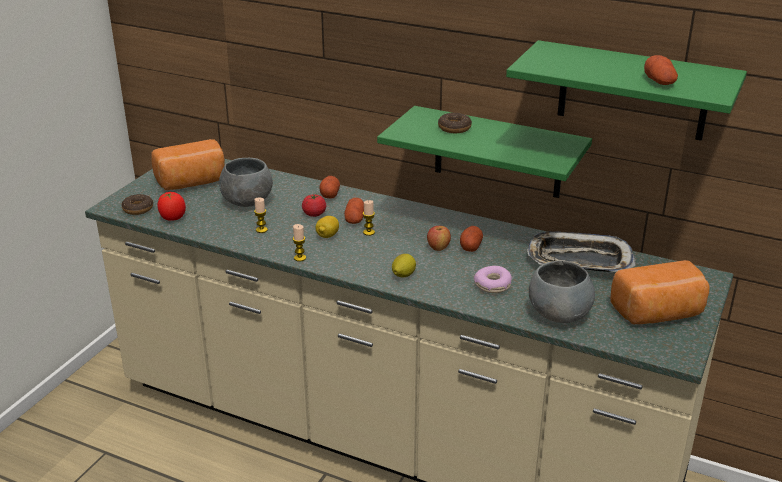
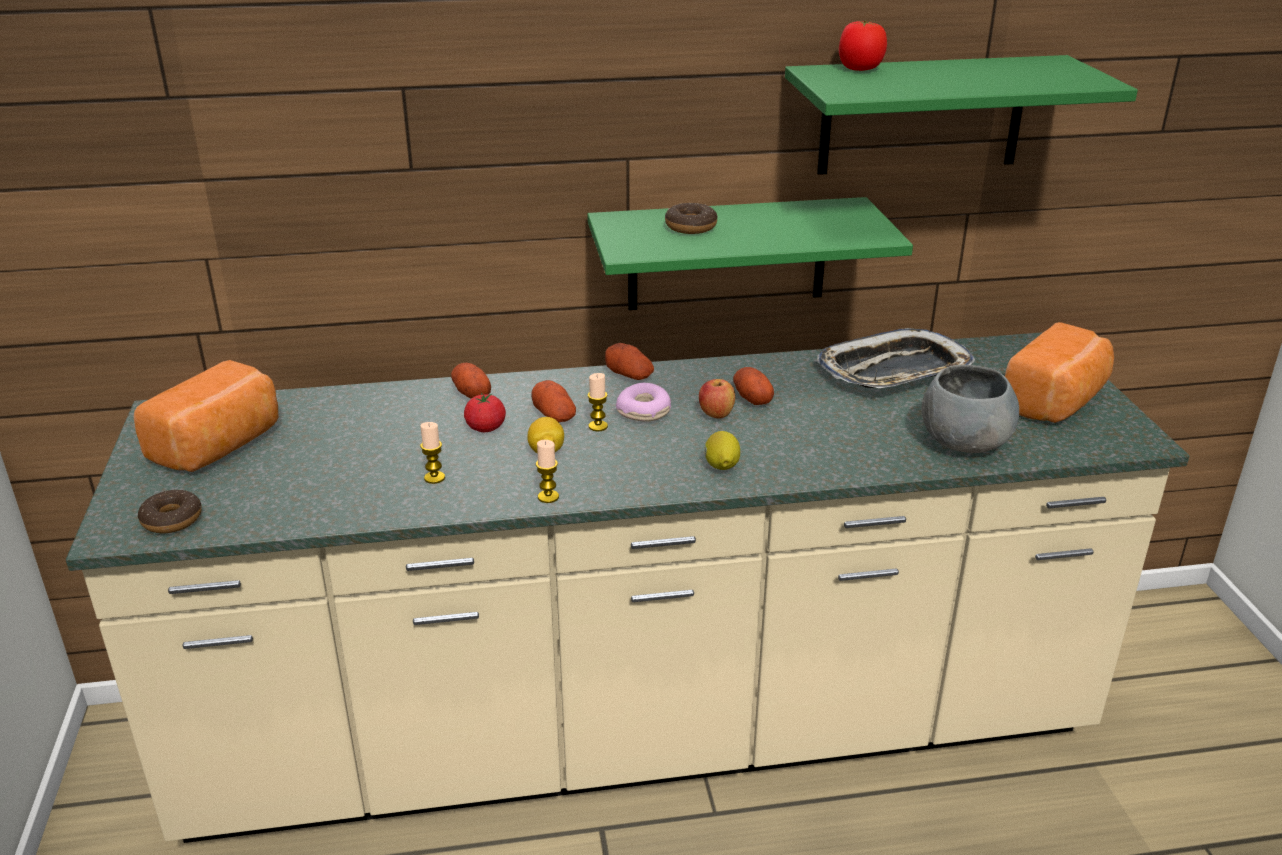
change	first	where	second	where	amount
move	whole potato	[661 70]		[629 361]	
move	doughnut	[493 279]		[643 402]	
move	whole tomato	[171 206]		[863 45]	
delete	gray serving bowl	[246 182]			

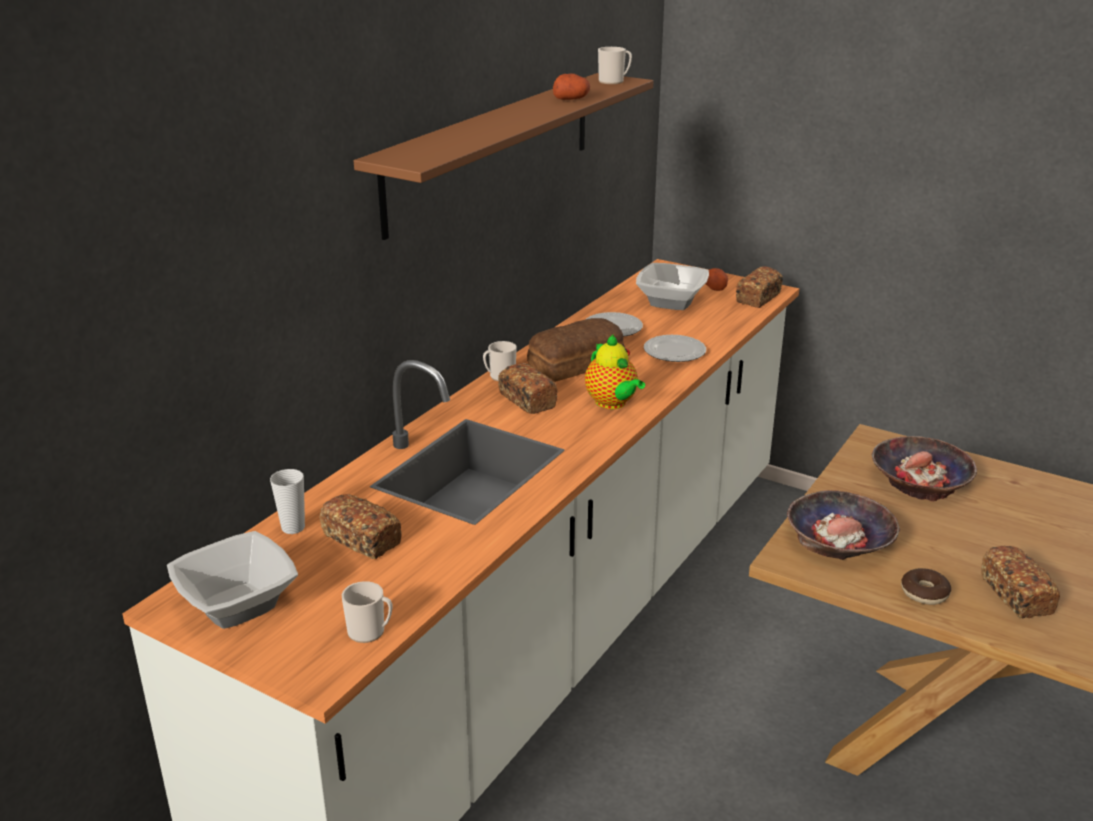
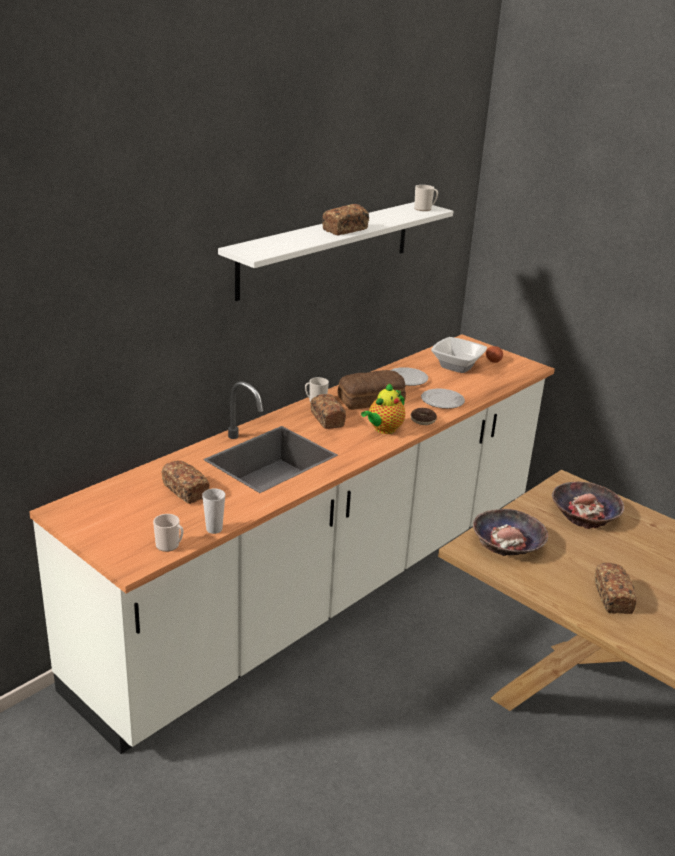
change	first	where	second	where	amount
move	small cup	[287 501]		[213 511]	
recolor	brownish wall shelf	[503 156]	whitish wall shelf	[335 251]	
move	baked bread	[759 287]		[345 220]	
rotate	tea pot	[615 371]		[383 408]	60 degrees clockwise
move	doughnut	[926 586]		[423 416]	
delete	serving bowl	[232 580]			
delete	whole potato	[571 87]			

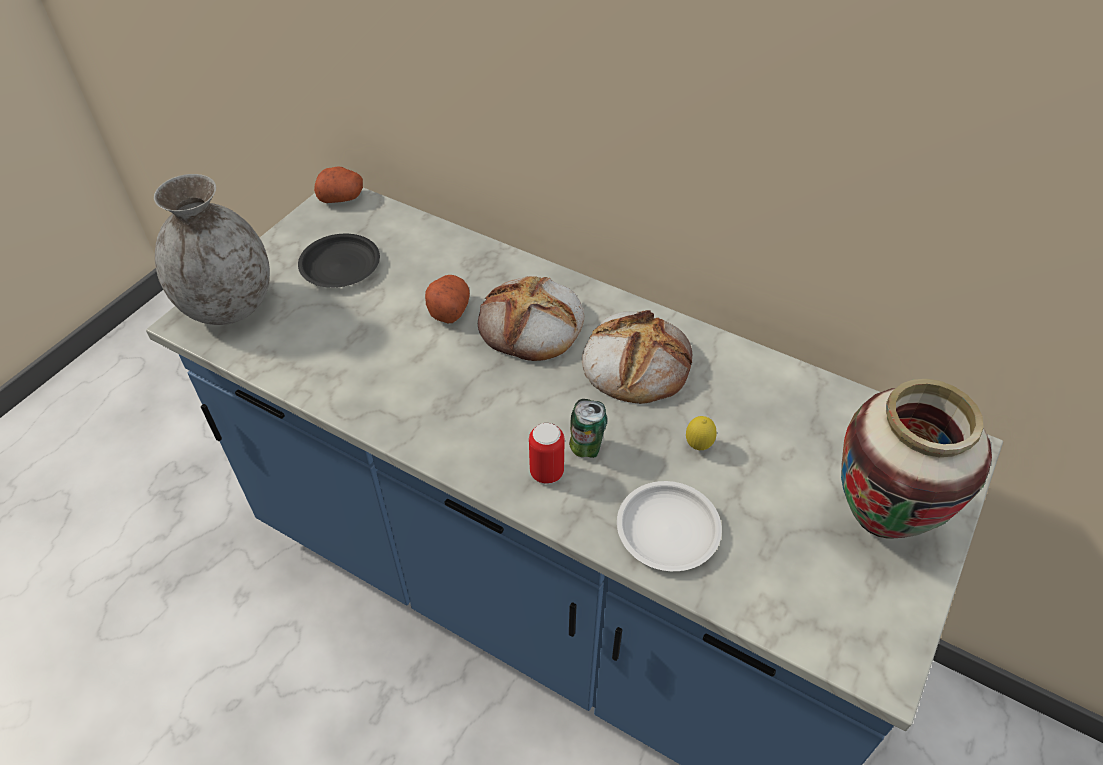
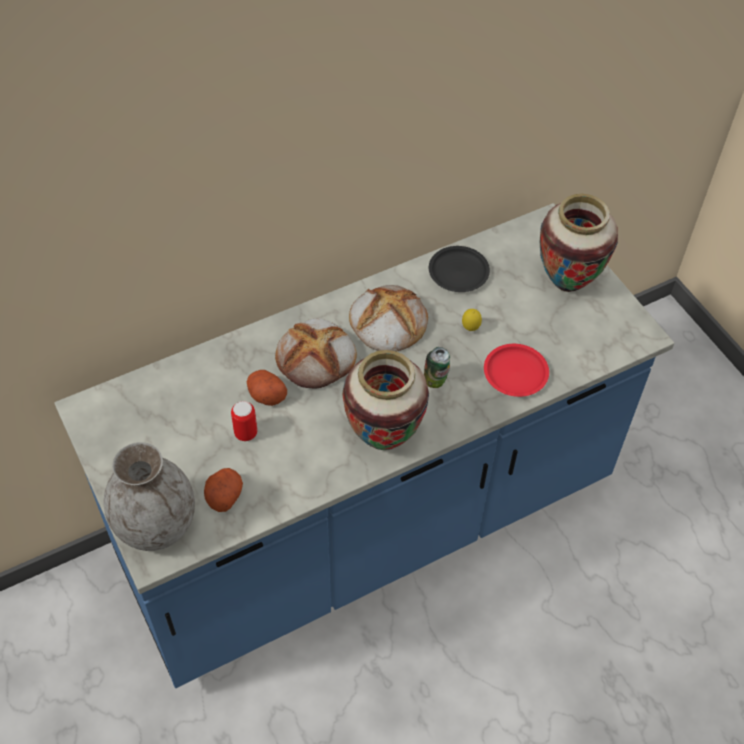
change	first	where	second	where	amount
move	whole potato	[338 185]		[223 490]	
move	sealed can	[547 453]		[244 421]	
insert			flower vase	[385 400]	
move	black-coloured flat dish	[339 261]		[459 269]	
recolor	whitish flat dish	[669 526]	red-coloured flat dish	[516 370]	

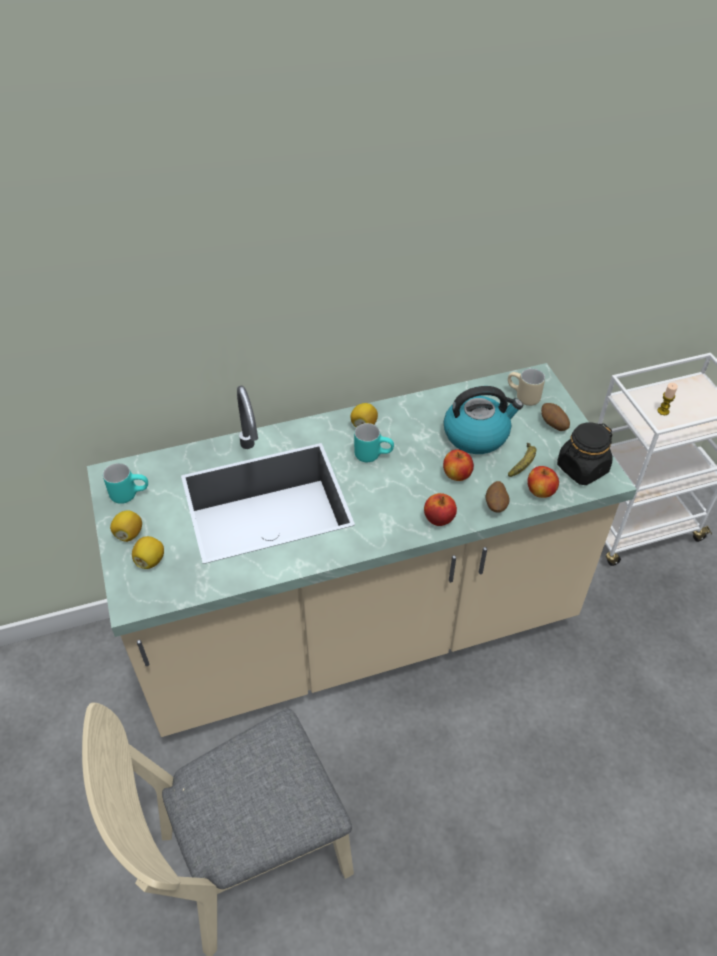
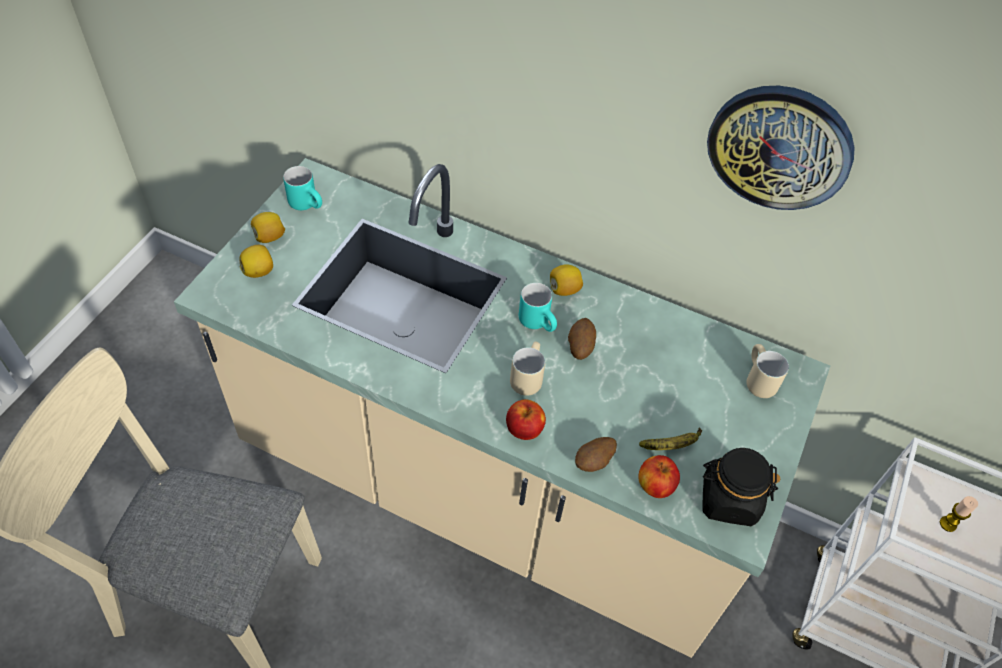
change	first	where	second	where	amount
insert			beige mug	[527 368]	
move	whole potato	[555 417]		[582 339]	
insert			wall clock	[781 148]	
delete	whole apple	[458 465]			
delete	tea kettle	[483 420]			

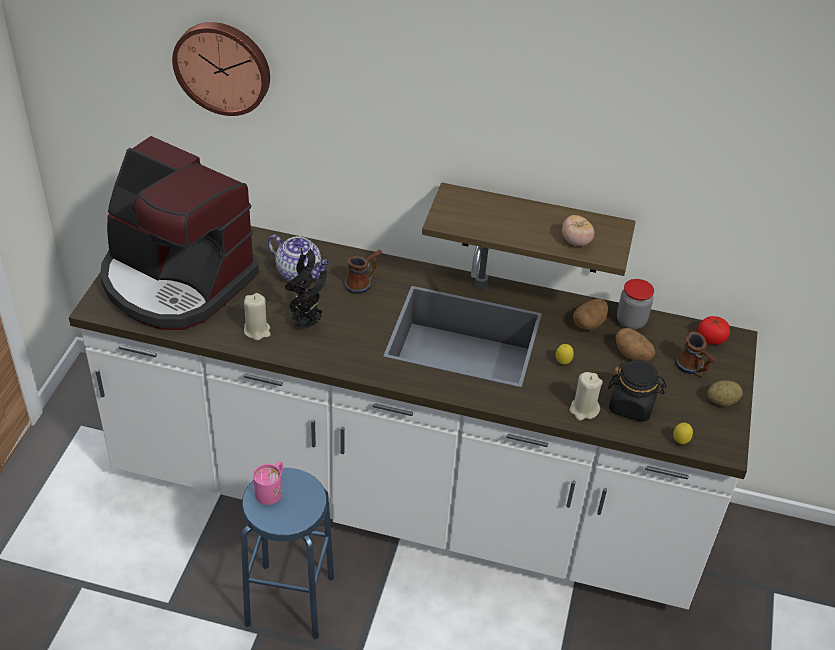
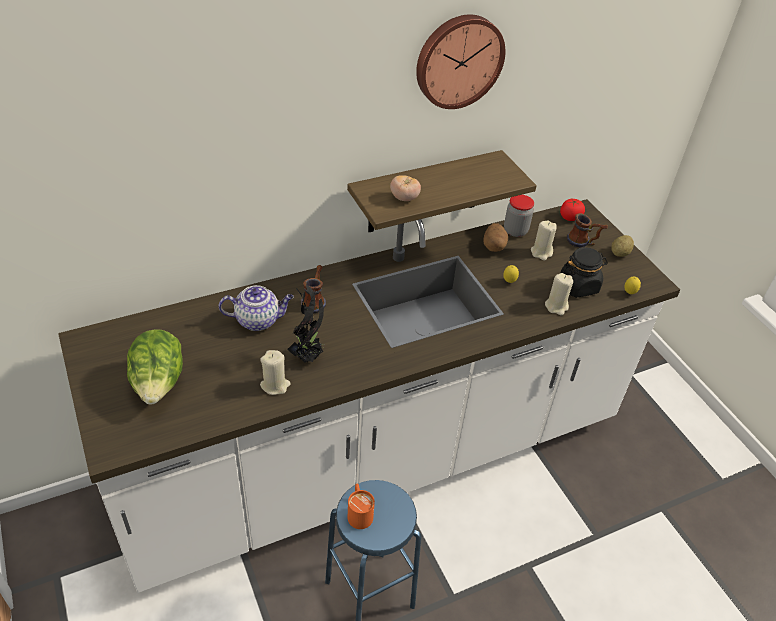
change	first	where	second	where	amount
replace	coffee brewer	[179 233]	head of lettuce	[155 367]	
recolor	pink mug	[268 483]	orange-coloured mug	[361 506]	
move	whole tomato	[578 230]		[405 188]	
move	wall clock	[221 69]		[460 61]	
replace	whole potato	[635 344]	beige wax candle	[543 240]	

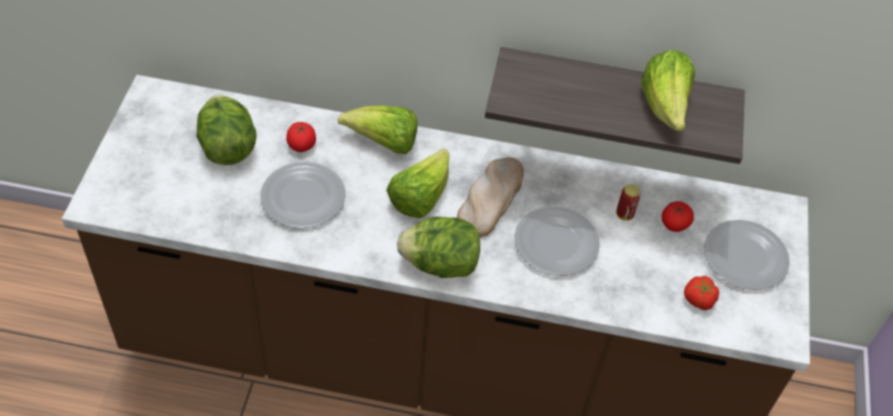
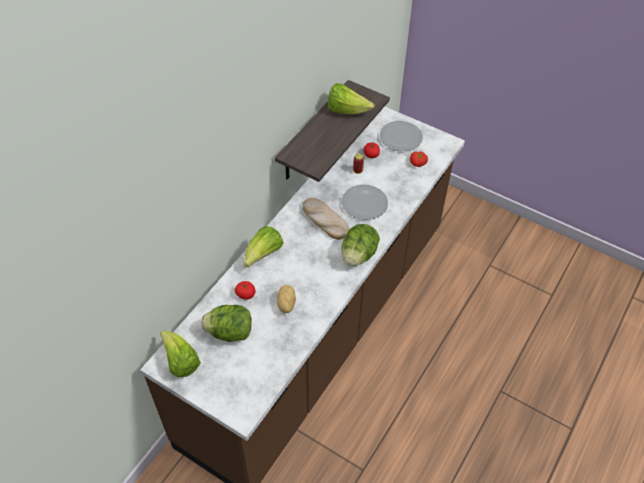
change	first	where	second	where	amount
move	head of lettuce	[417 184]		[180 354]	
replace	flat dish	[302 195]	whole potato	[286 299]	

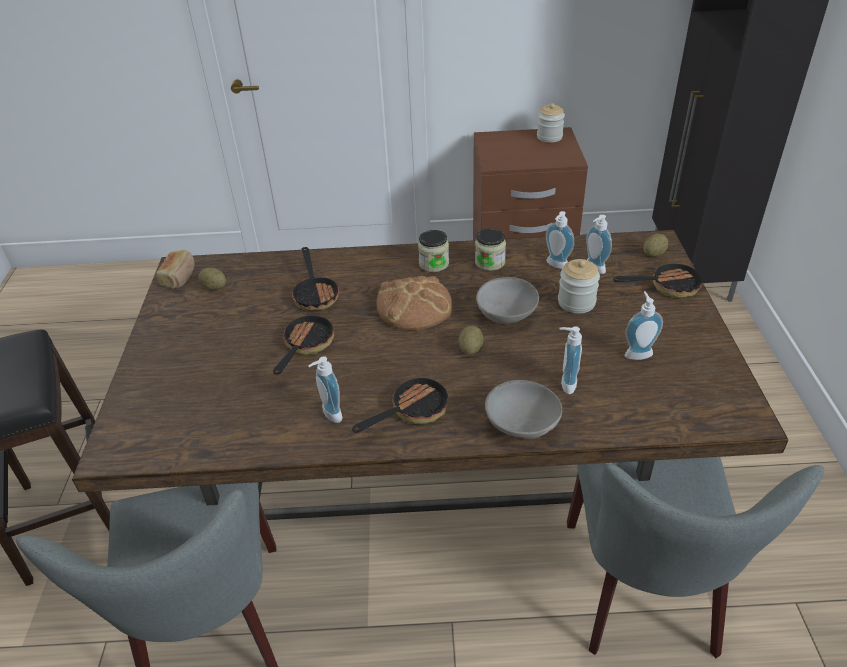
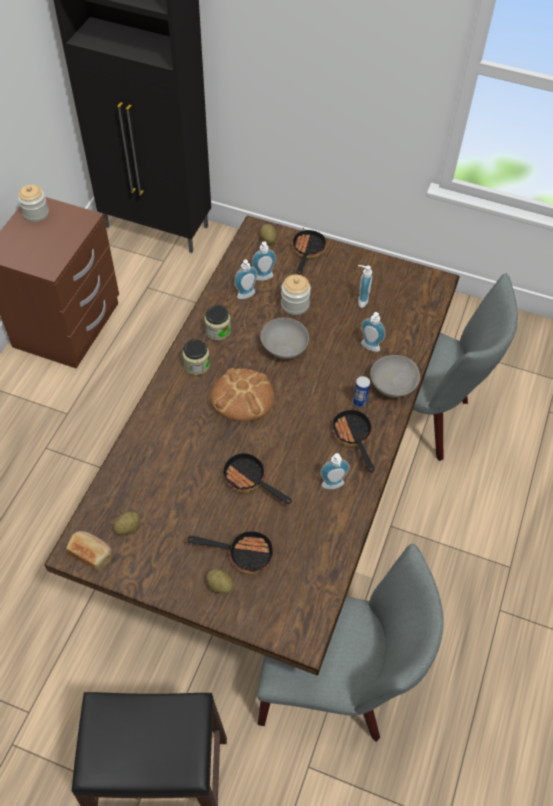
change	first	where	second	where	amount
move	frying pan	[314 278]		[230 551]	
move	whole potato	[471 339]		[219 581]	
insert			sealed can	[361 392]	

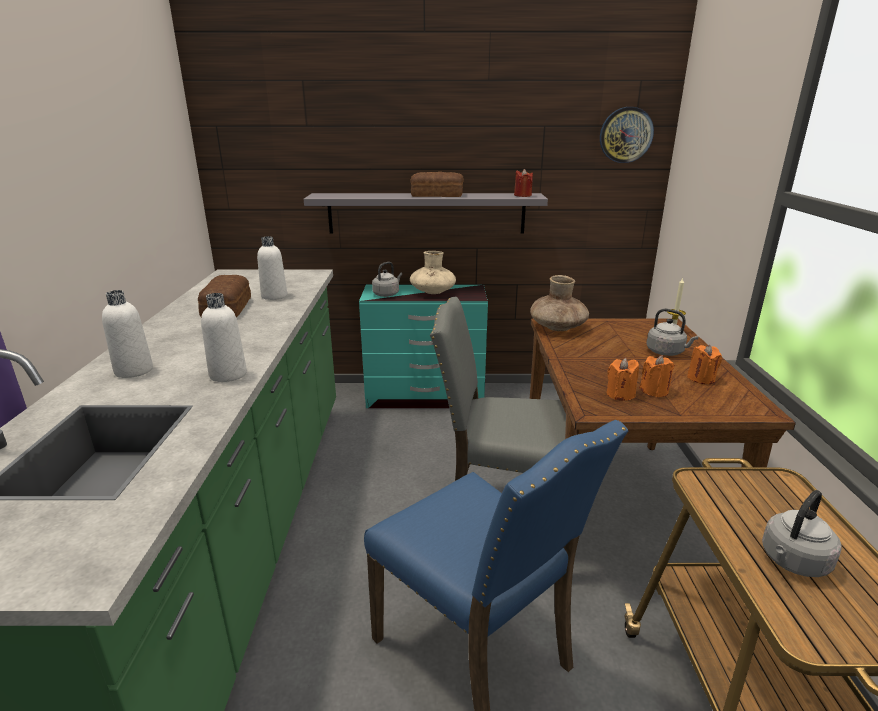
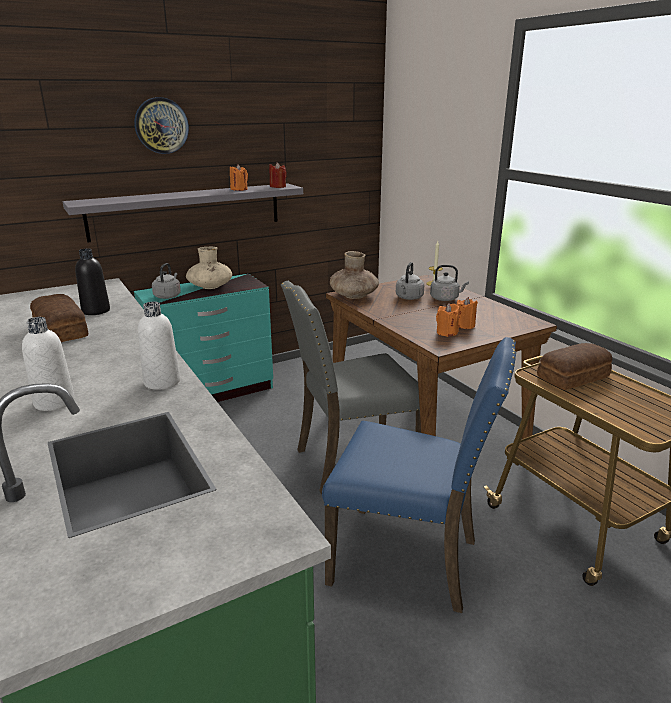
change	first	where	second	where	amount
recolor	whitish drink bottle	[272 268]	black-coloured drink bottle	[92 282]	
move	wall clock	[627 135]		[161 125]	
move	orange-coloured wax candle	[704 364]		[239 178]	
move	gray tea kettle	[802 533]		[410 281]	
move	baked bread	[437 184]		[574 366]	

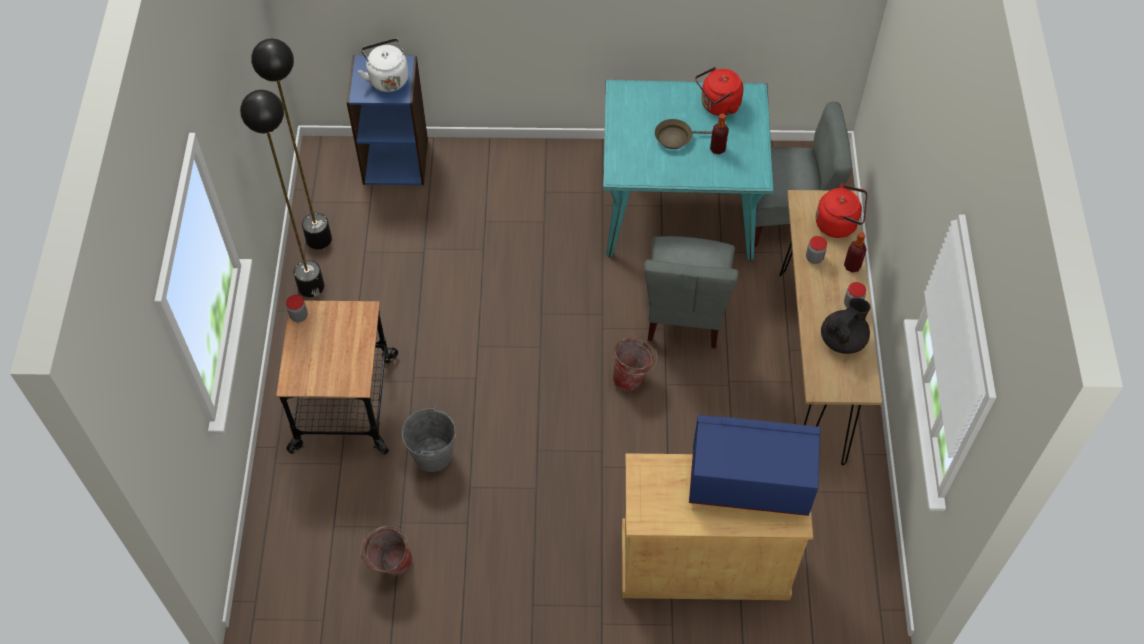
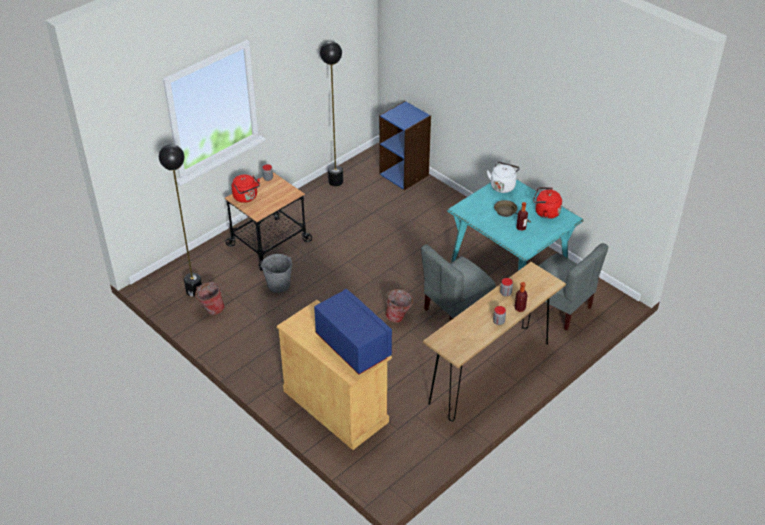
change	first	where	second	where	amount
move	black-coloured floor lamp	[282 193]		[180 220]	
move	red-coloured tea kettle	[841 210]		[246 189]	
move	whitish tea kettle	[383 65]		[503 177]	
delete	black-coloured tea pot	[846 326]			

